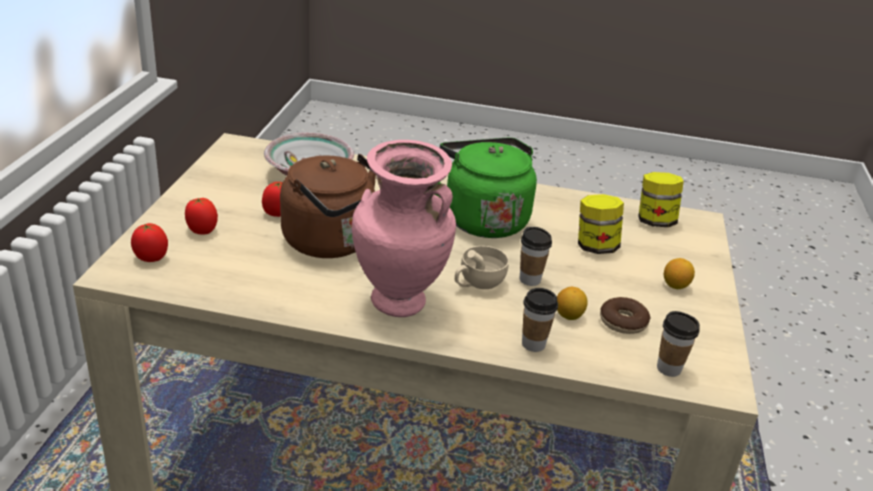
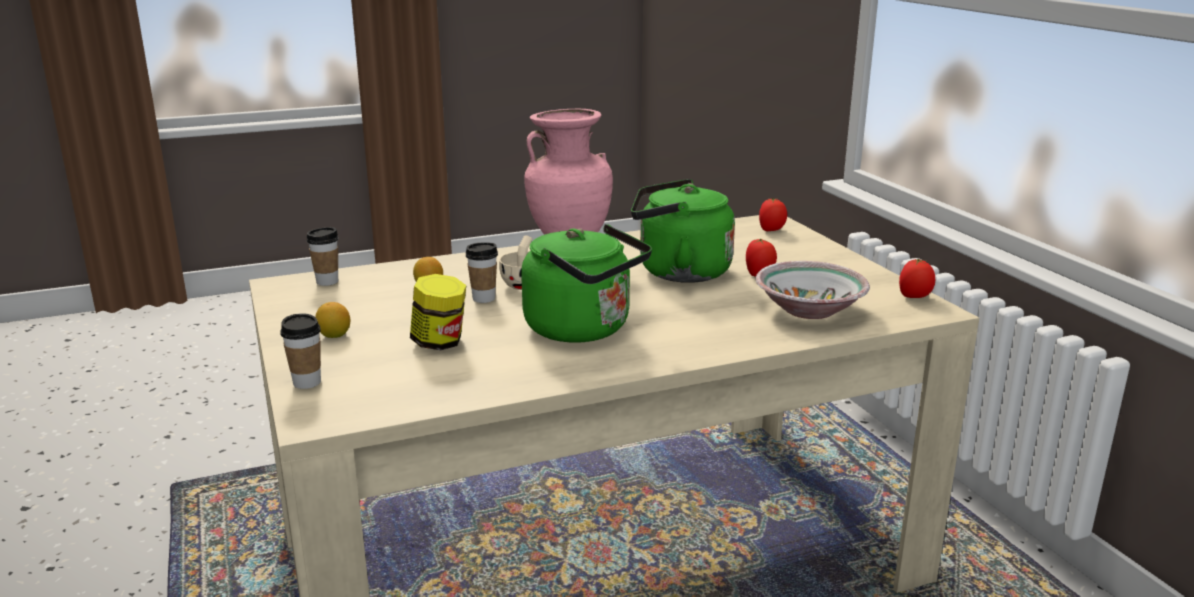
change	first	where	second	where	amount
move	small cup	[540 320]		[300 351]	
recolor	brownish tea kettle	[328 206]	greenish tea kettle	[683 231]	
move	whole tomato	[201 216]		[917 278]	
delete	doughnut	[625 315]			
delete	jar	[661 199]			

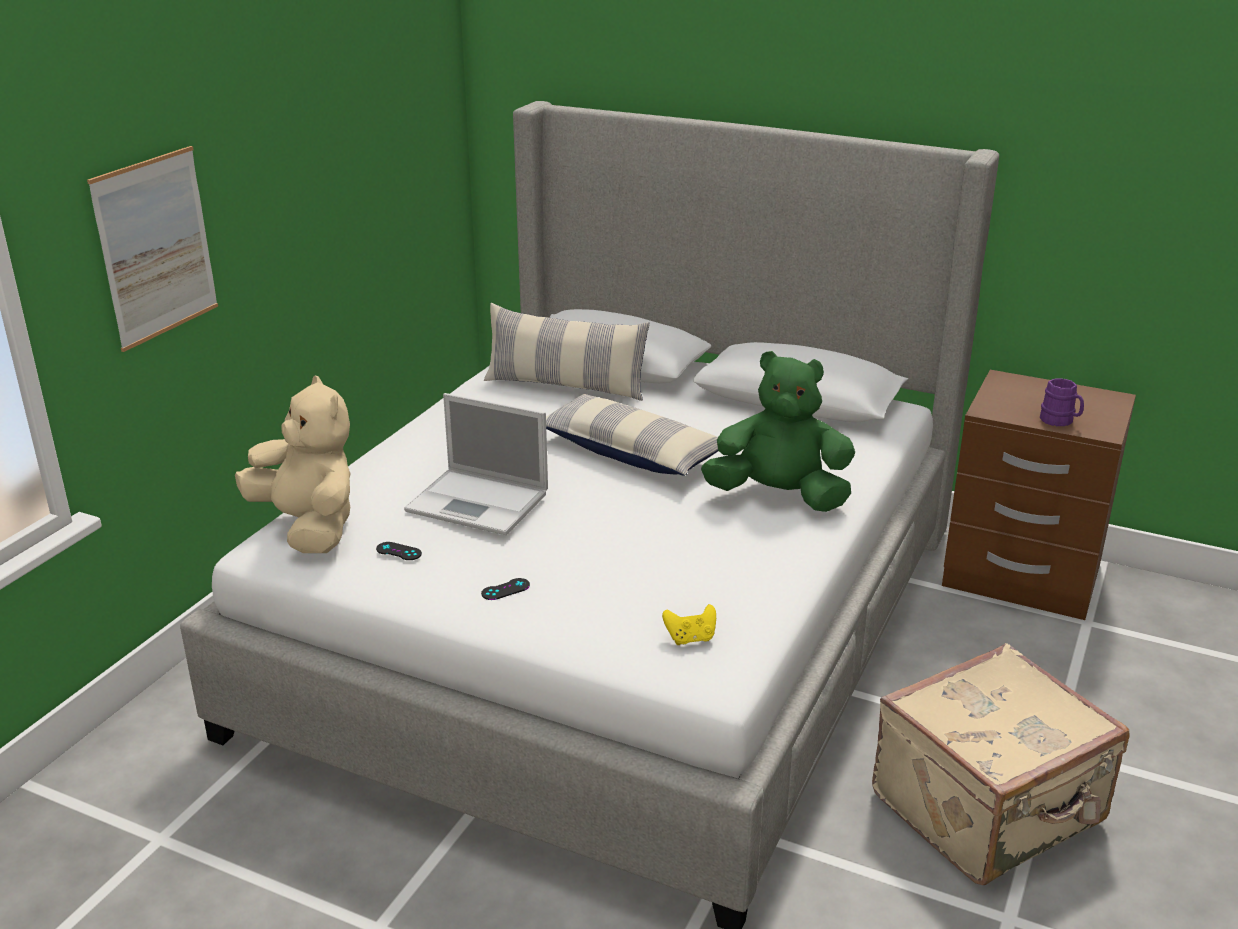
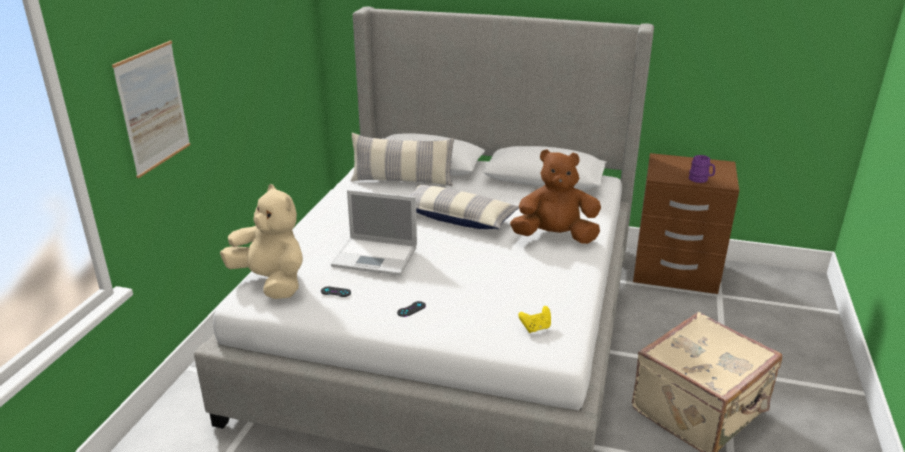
change	first	where	second	where	amount
recolor	greenish soft toy	[778 431]	brownish soft toy	[555 197]	

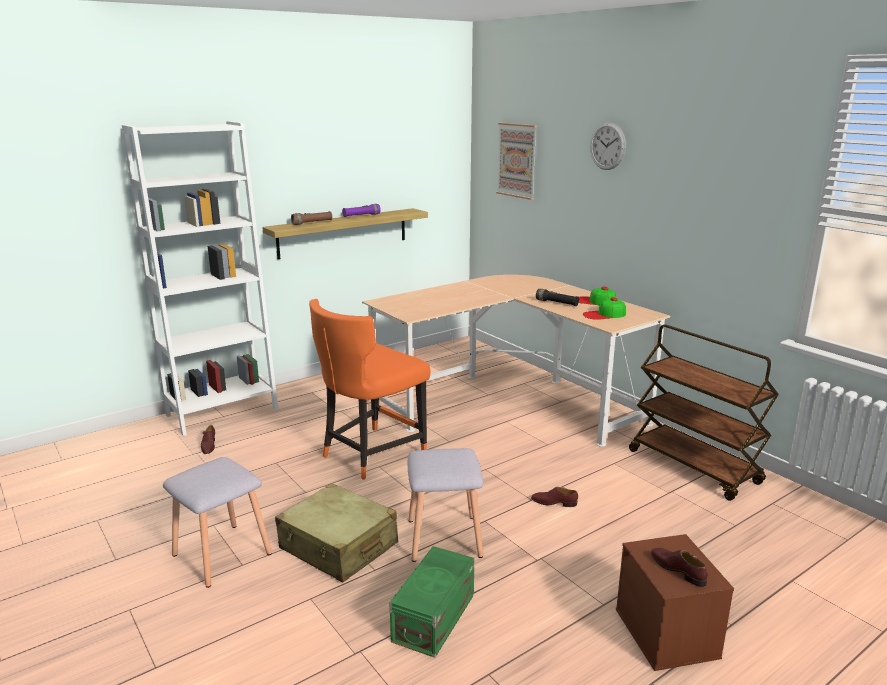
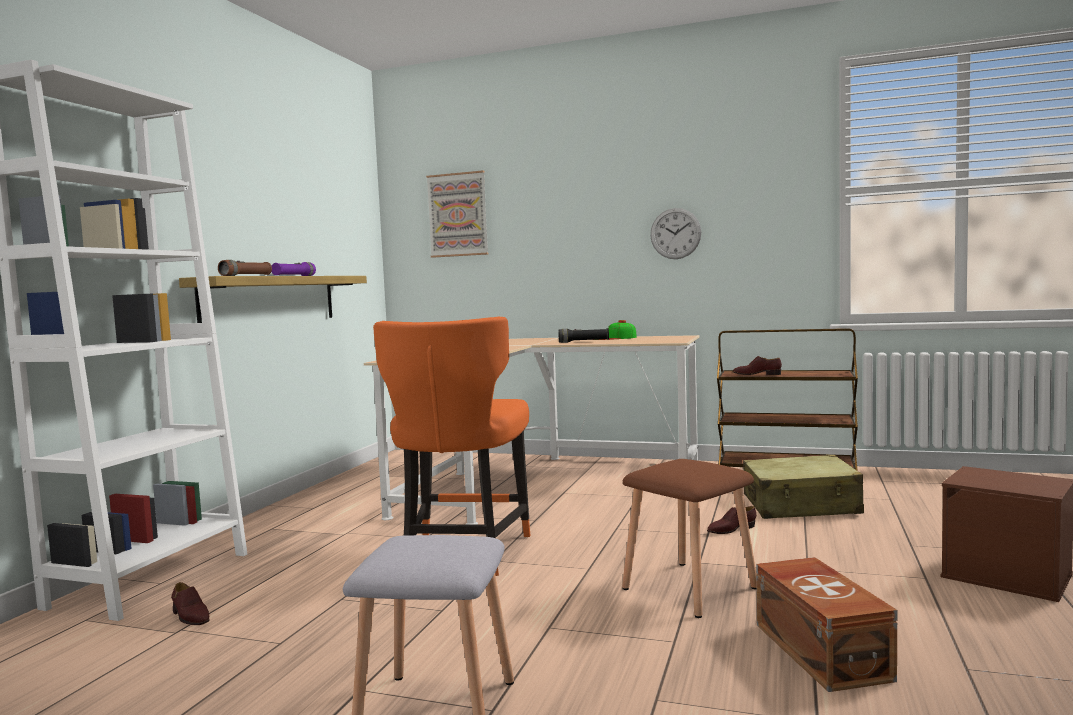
change	first	where	second	where	amount
recolor	gray sitting stool	[445 505]	brownish sitting stool	[689 538]	
move	wall clock	[608 146]		[675 233]	
move	brownish item of footwear	[679 567]		[757 365]	
move	beige travel case	[336 533]		[803 487]	
recolor	greenish storage bin	[431 602]	brownish storage bin	[826 624]	
delete	peaked cap	[604 308]			

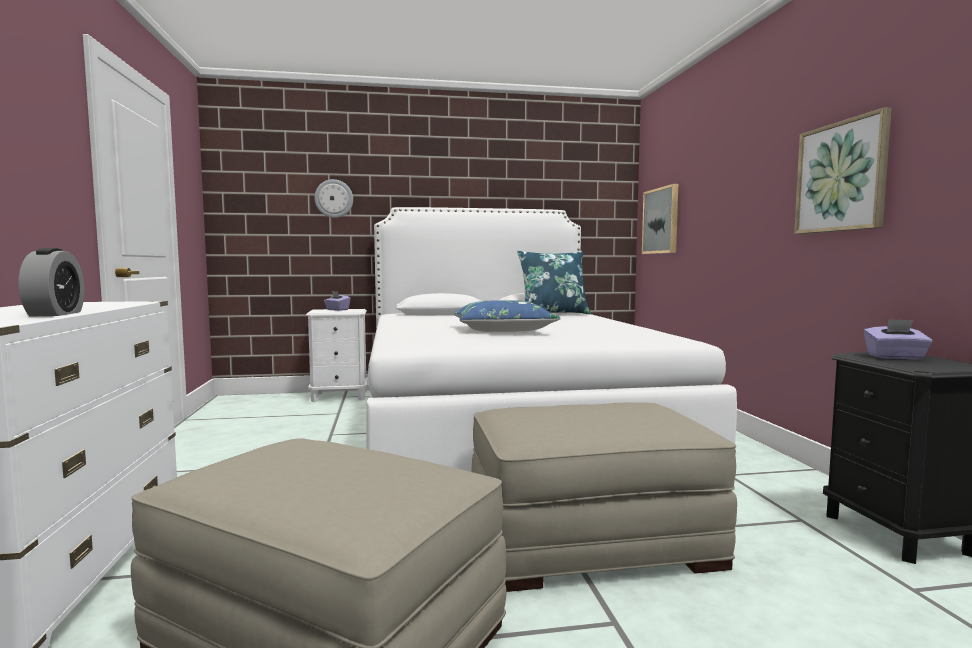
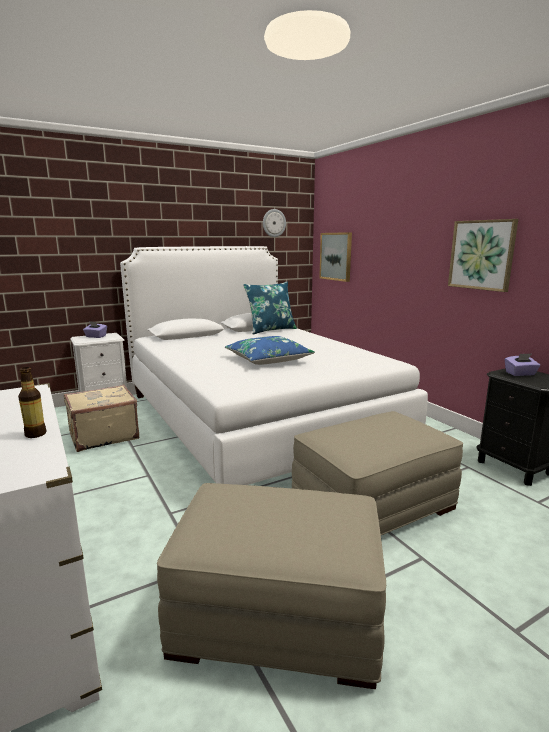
change	first	where	second	where	amount
replace	bedside clock	[51 282]	drink bottle	[32 402]	
insert			beige travel case	[101 418]	
move	wall clock	[333 198]		[274 223]	

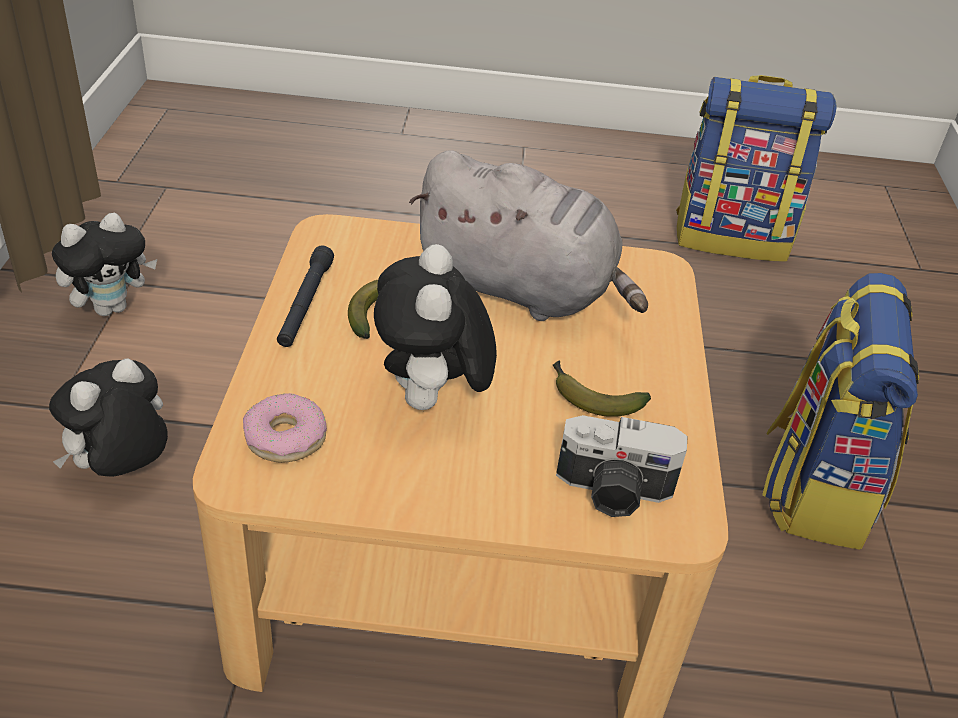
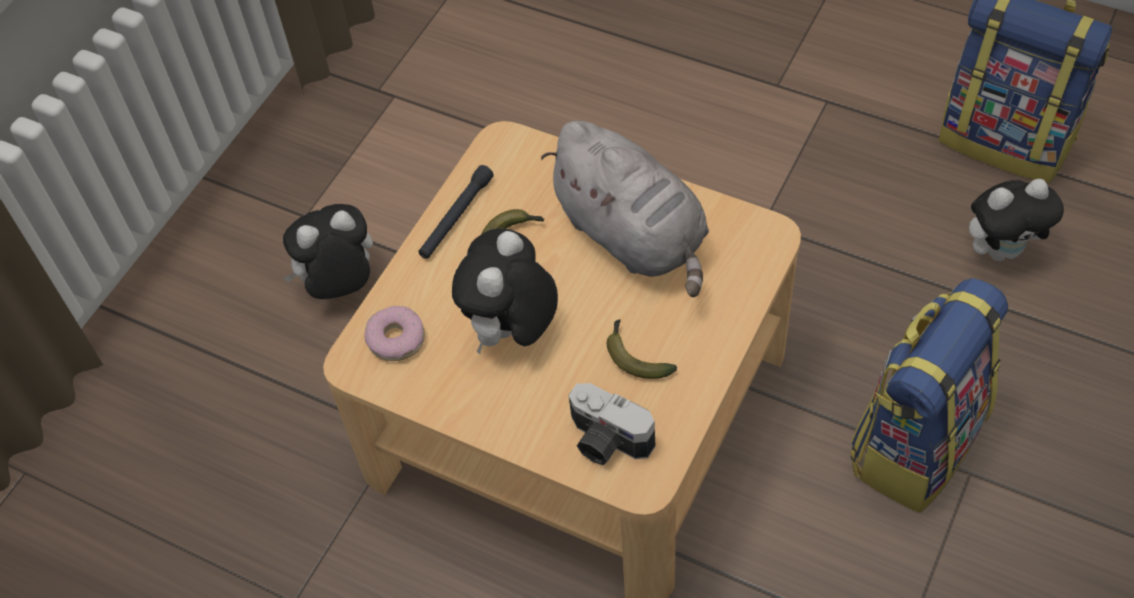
change	first	where	second	where	amount
move	soft toy	[104 264]		[1016 220]	

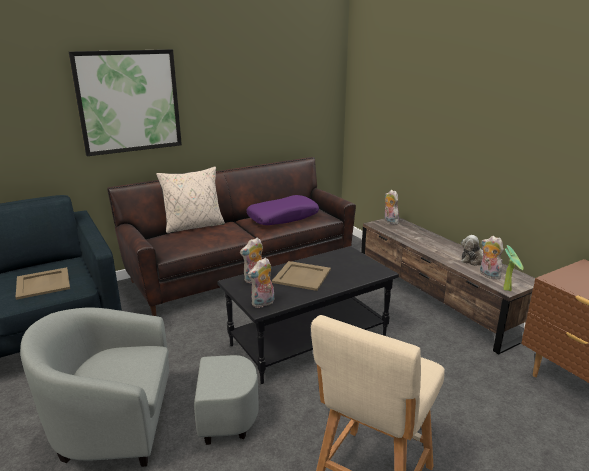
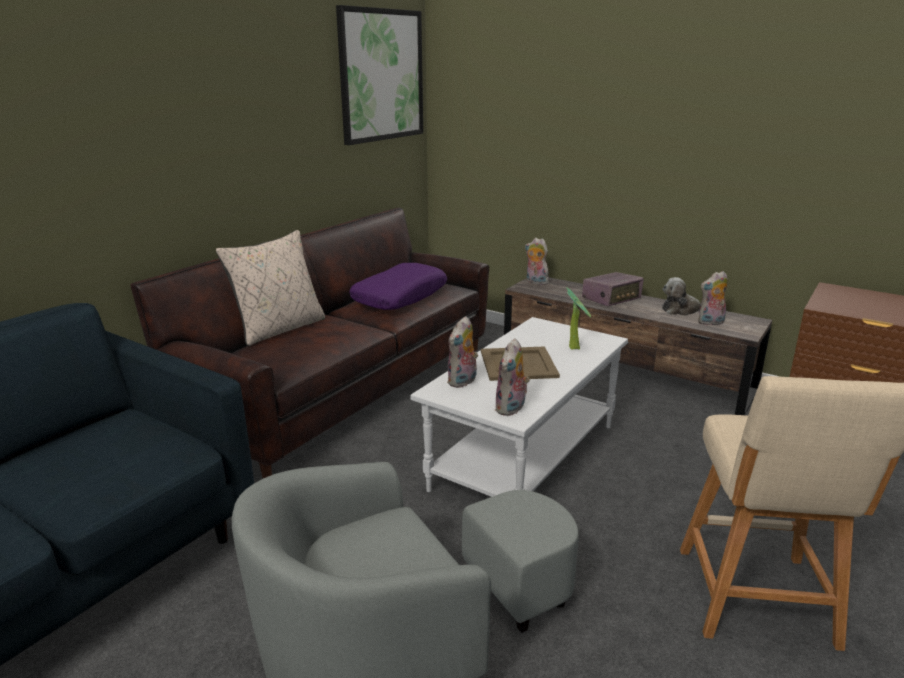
change	first	where	second	where	amount
move	wall art	[125 102]		[379 75]	
recolor	black-coloured coffee table	[308 315]	whitish coffee table	[519 407]	
move	potted plant	[513 268]		[578 318]	
insert			radio	[613 289]	
rotate	soft toy	[492 258]		[713 298]	45 degrees counterclockwise
delete	beige serving tray	[43 283]			

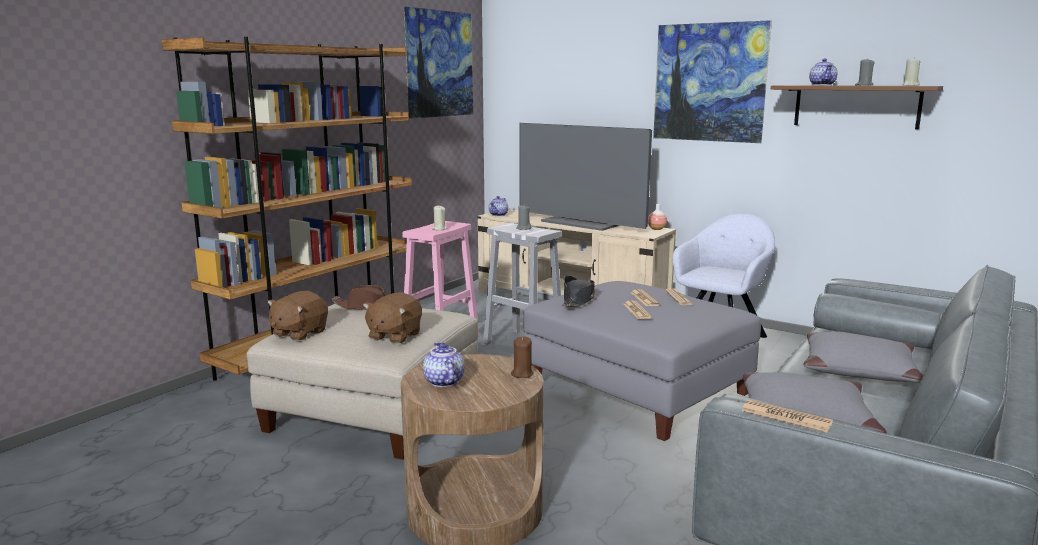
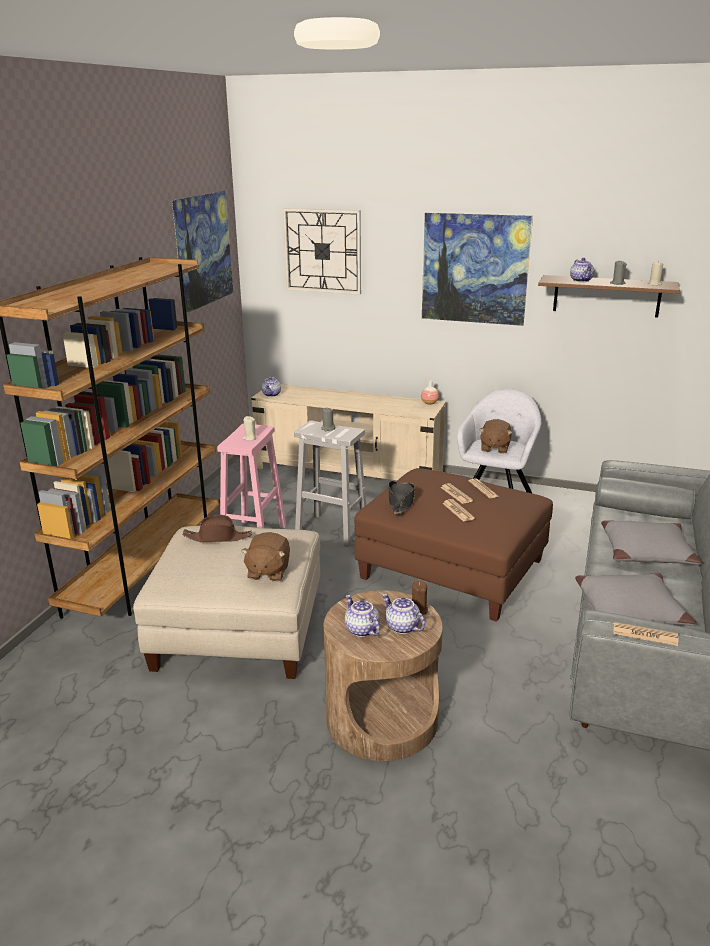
change	first	where	second	where	amount
insert			wall clock	[322 251]	
recolor	gray pouffe	[642 361]	brownish pouffe	[453 545]	
insert			tea pot	[403 614]	
move	brownish soft toy	[297 316]		[495 436]	
delete	TV set	[585 177]			

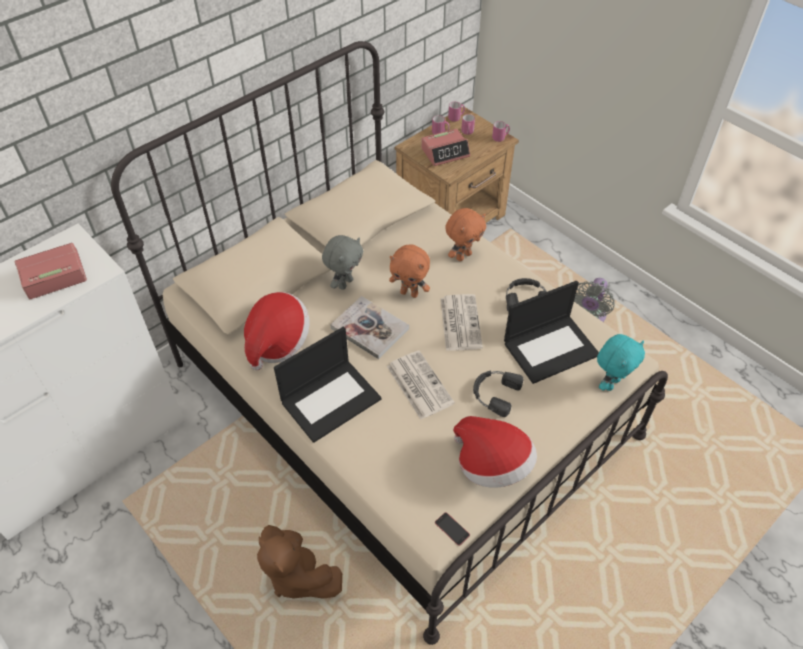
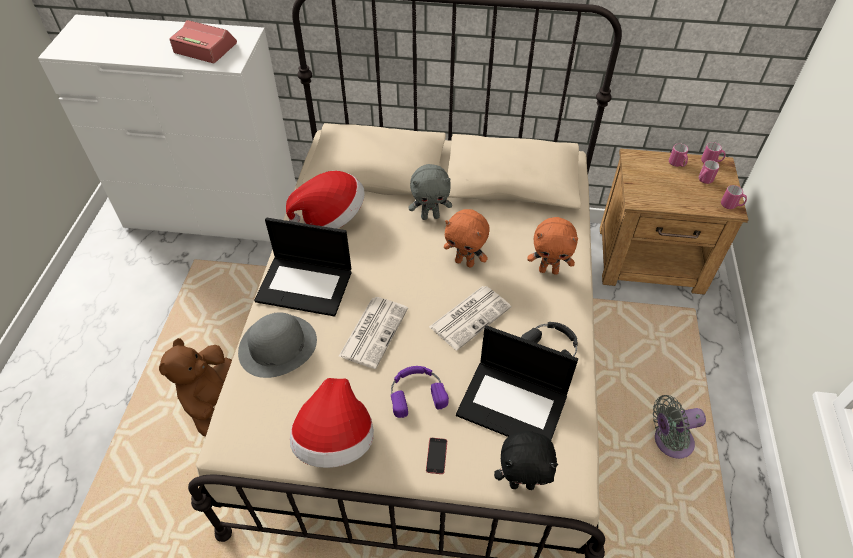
change	first	where	second	where	amount
insert			gray clothing hat	[277 345]	
recolor	black-coloured headphones	[498 394]	purple-coloured headphones	[420 392]	
move	handset	[452 529]		[436 456]	
rotate	orange-coloured soft toy	[409 271]		[467 238]	45 degrees counterclockwise
recolor	turquoise-coloured soft toy	[621 362]	black-coloured soft toy	[526 460]	
delete	book	[369 327]			
delete	bedside clock	[445 147]			

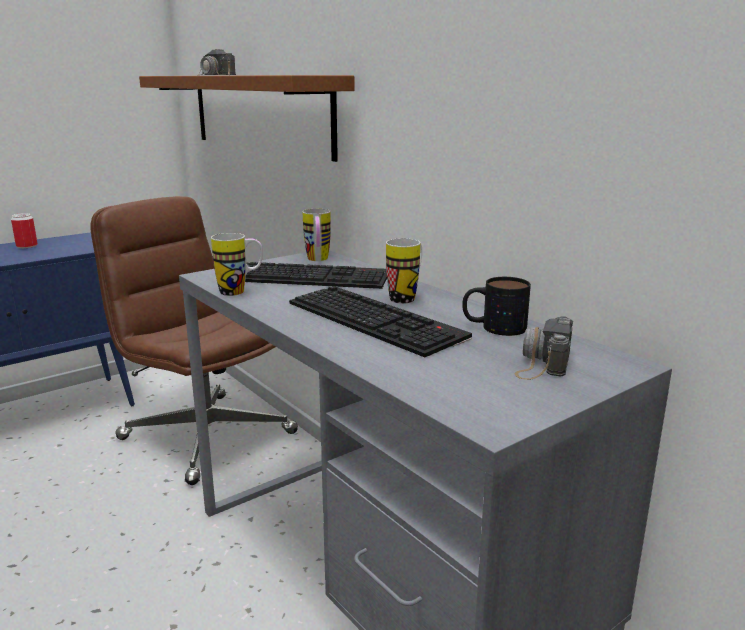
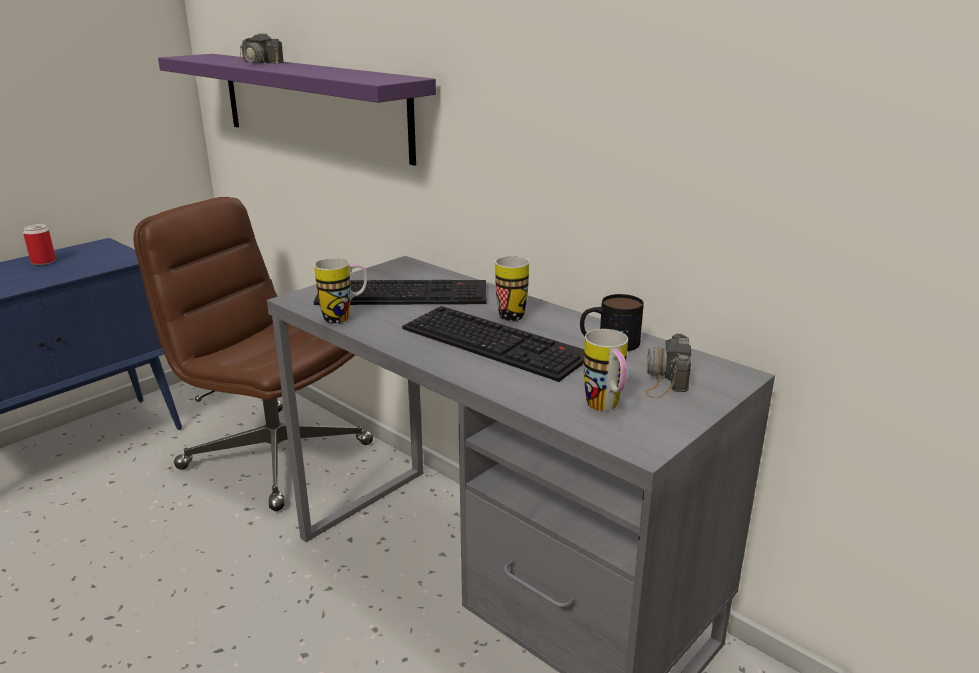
change	first	where	second	where	amount
recolor	brownish wall shelf	[247 118]	purple-coloured wall shelf	[297 110]	
move	mug	[317 235]		[606 370]	

